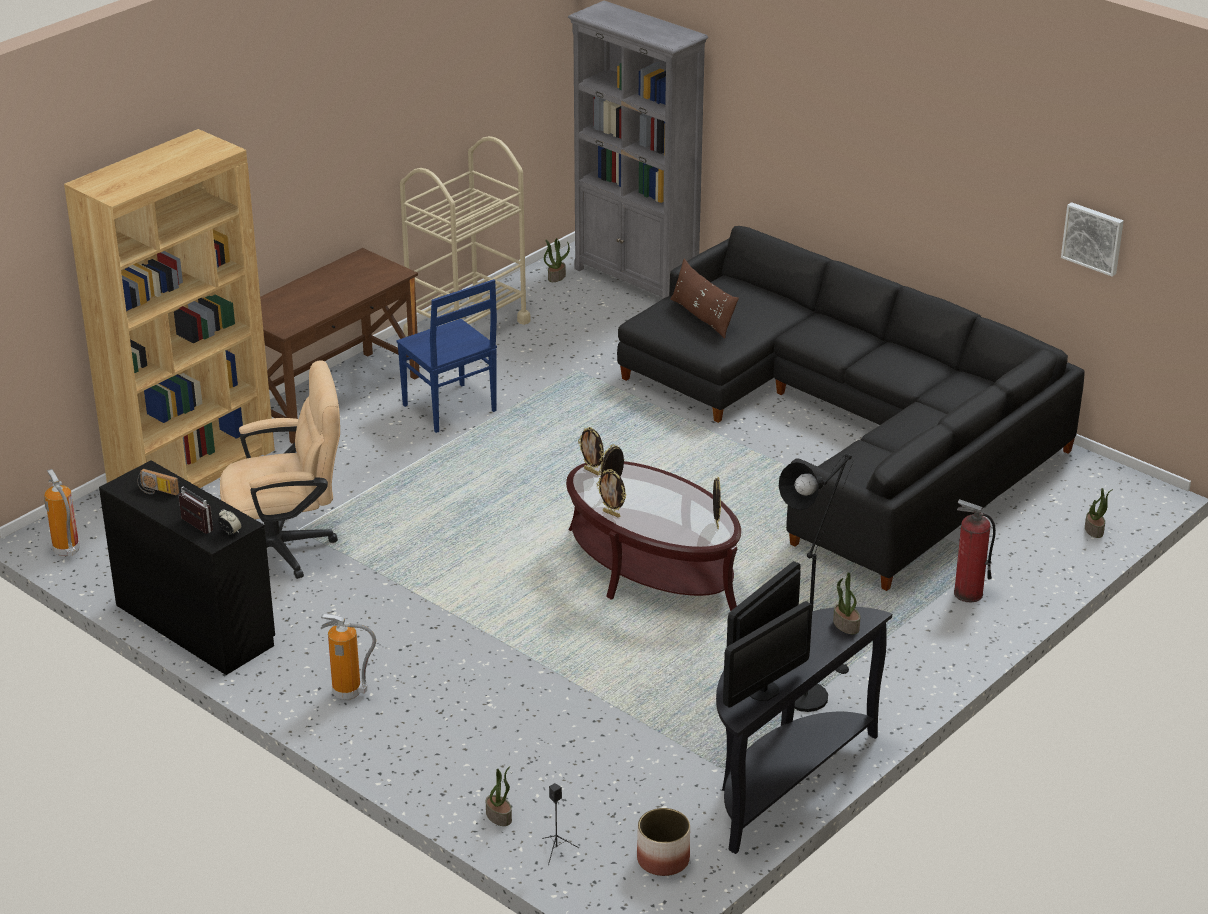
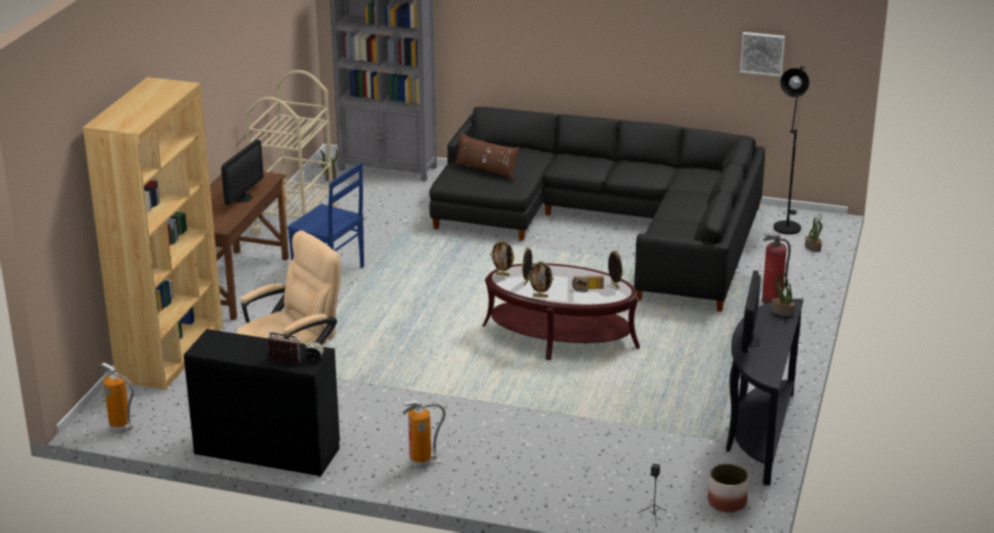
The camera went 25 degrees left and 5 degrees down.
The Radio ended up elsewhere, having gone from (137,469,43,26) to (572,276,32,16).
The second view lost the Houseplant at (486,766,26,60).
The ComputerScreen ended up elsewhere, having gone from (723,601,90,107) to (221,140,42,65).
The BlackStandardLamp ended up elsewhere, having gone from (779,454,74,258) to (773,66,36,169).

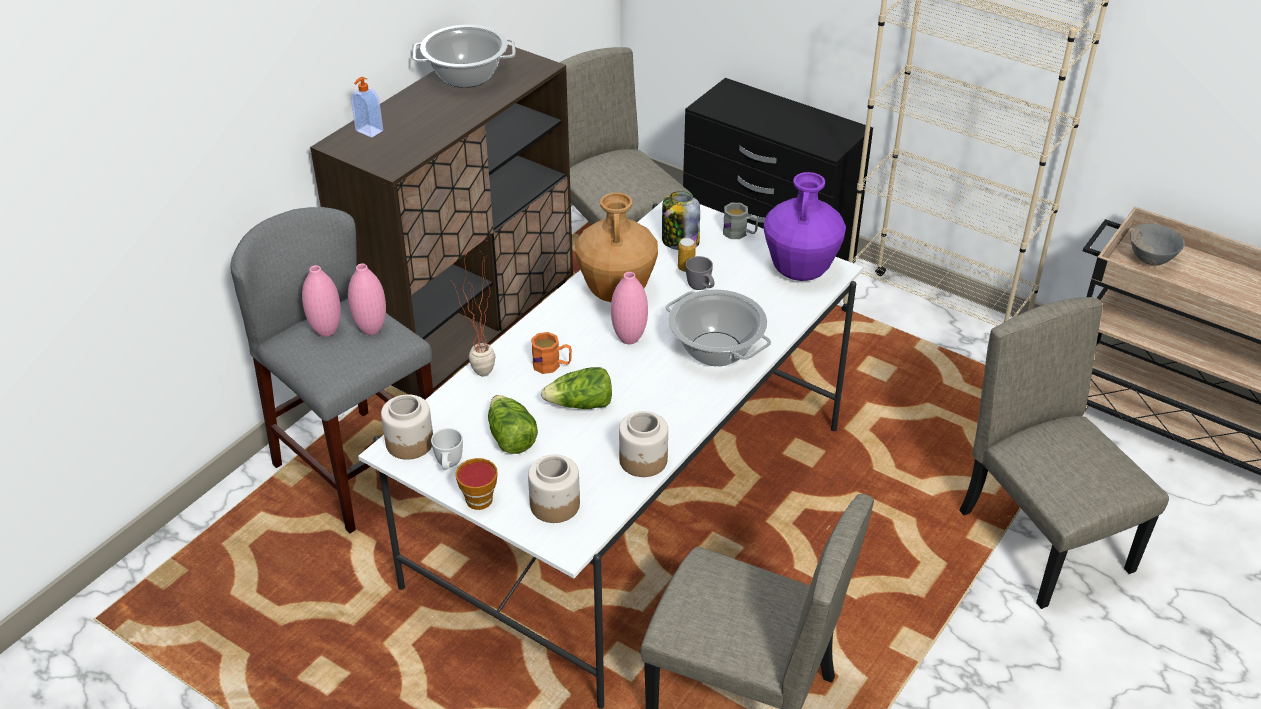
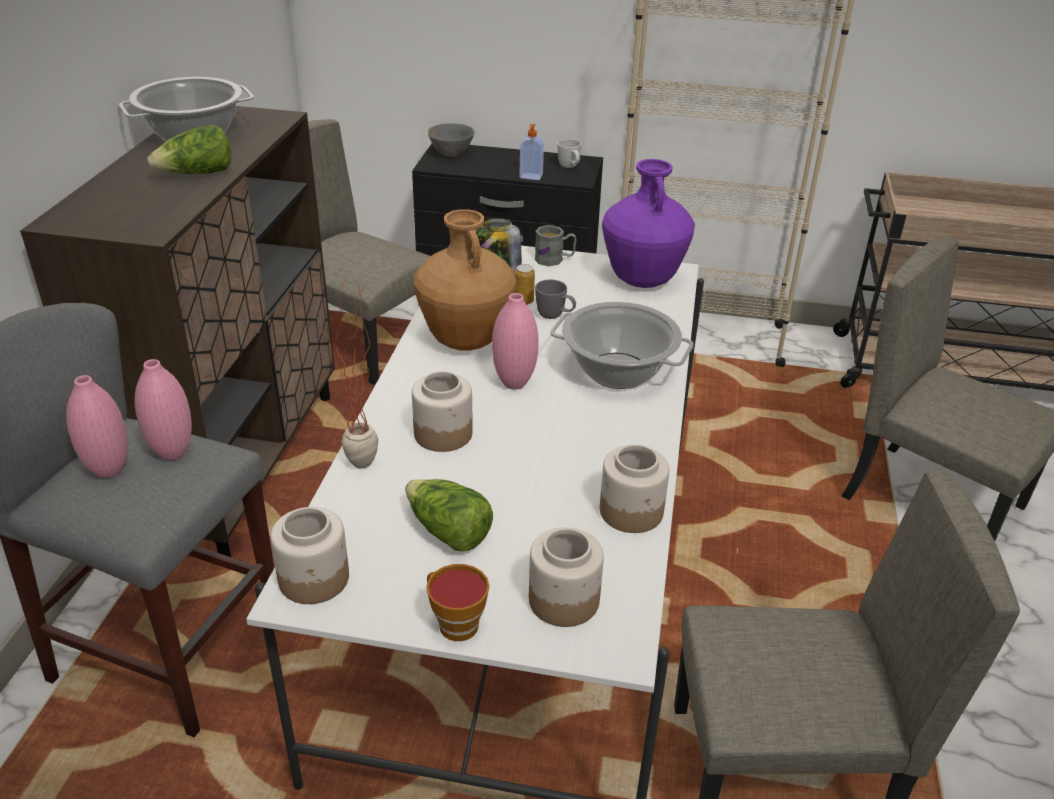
The camera went 25 degrees left and 5 degrees down.
The LiquidSoapBottle ended up elsewhere, having gone from (351,77,32,61) to (520,124,24,56).
The WhitishTeaMug ended up elsewhere, having gone from (431,428,32,42) to (557,139,24,29).
Where the OrangeyTeaMug stood at (531,332,41,42), the StorageJar came to stand at (412,371,61,81).
The LettuceHead ended up elsewhere, having gone from (541,367,71,42) to (147,125,84,49).
The GreyishServingBowl ended up elsewhere, having gone from (1130,224,55,42) to (428,123,47,34).

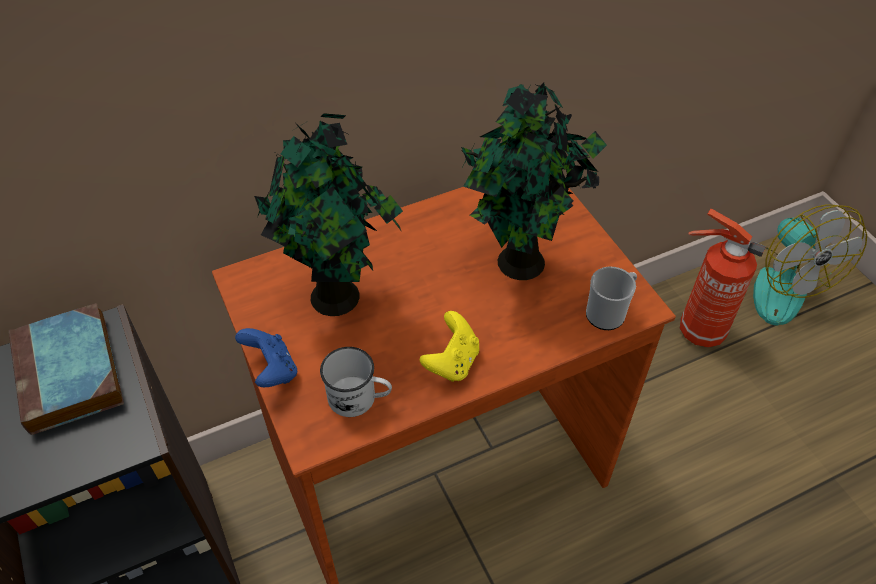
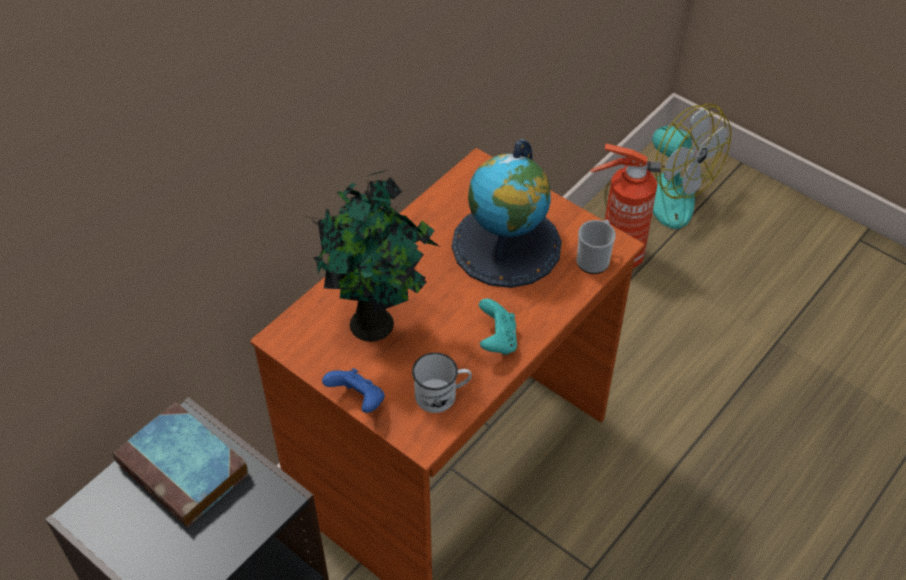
The camera went 25 degrees left and 0 degrees up.
What was the YellowGameController at (420,311,59,71) turned into the TurquoiseGameController at (479,299,38,56).
Where the Houseplant stood at (461,83,146,197), the Globe came to stand at (452,139,110,149).

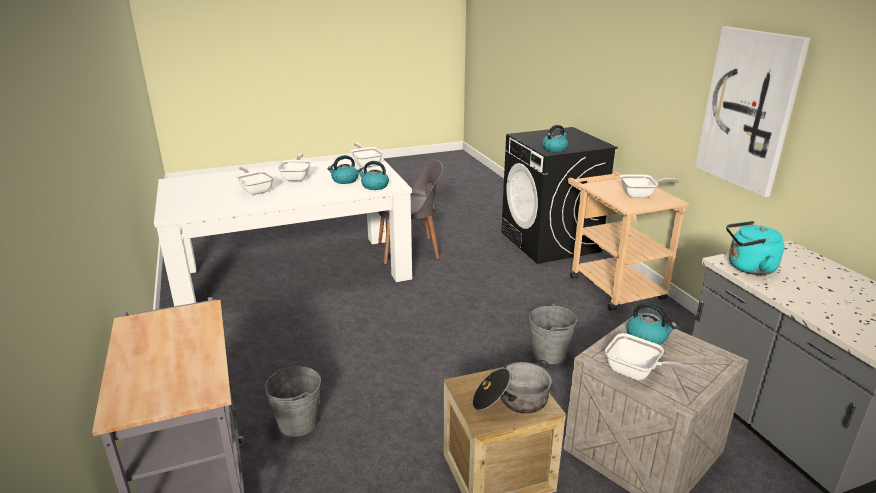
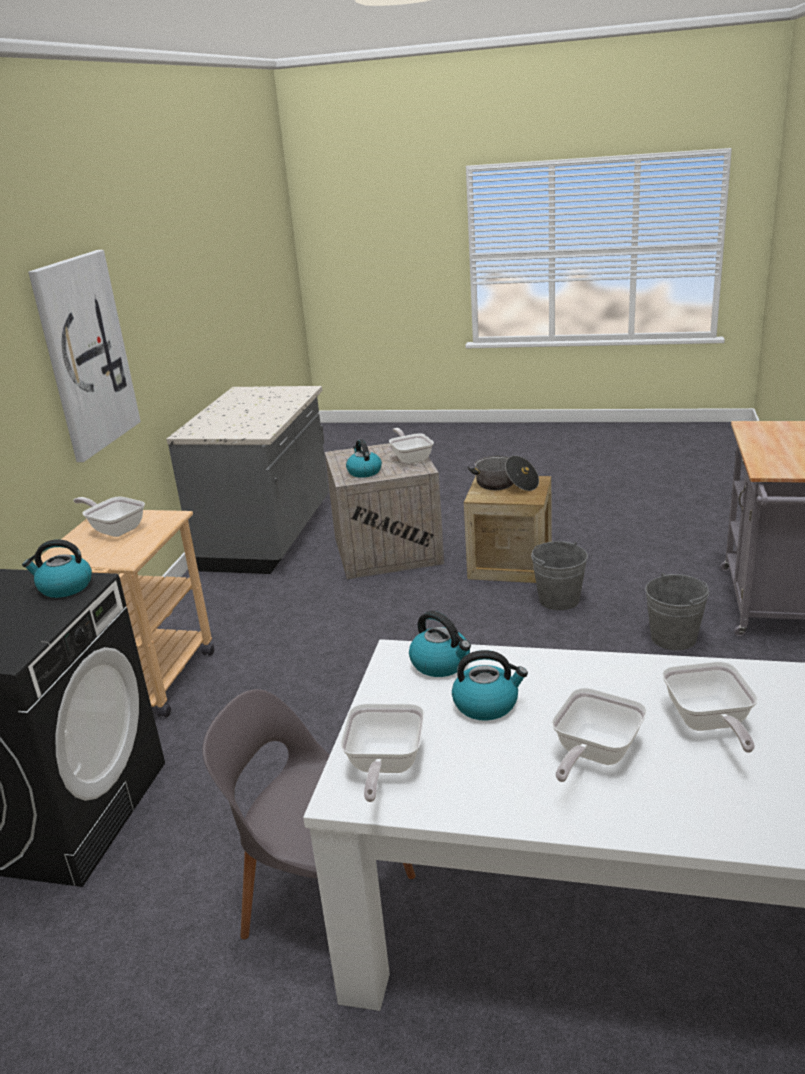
The camera went 145 degrees left and 0 degrees up.
The GreyishBucket ended up elsewhere, having gone from (529,304,49,60) to (531,541,57,69).
The second view lost the TurquoiseKettle at (726,221,58,54).

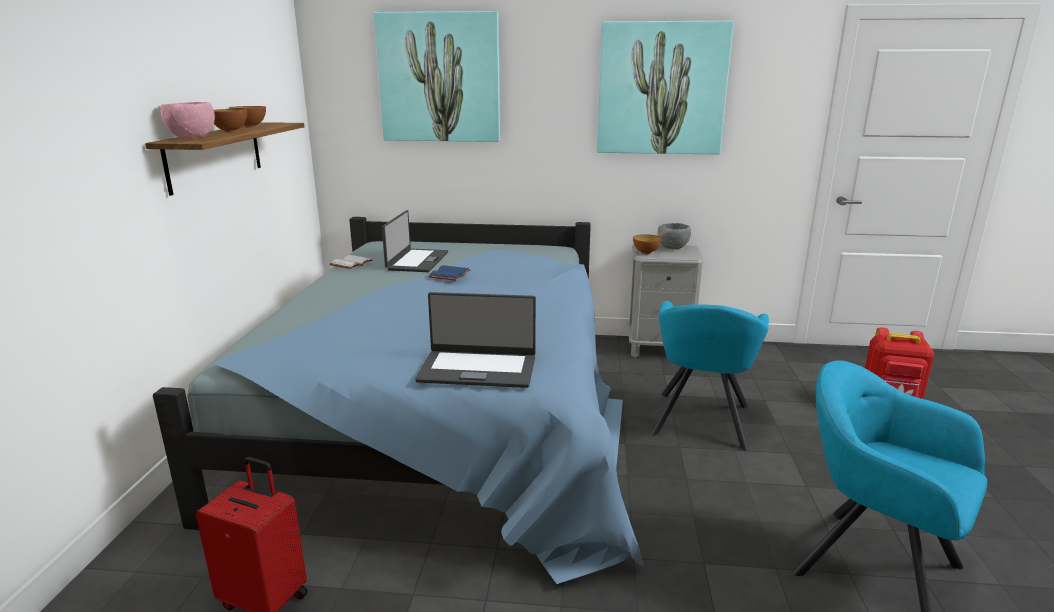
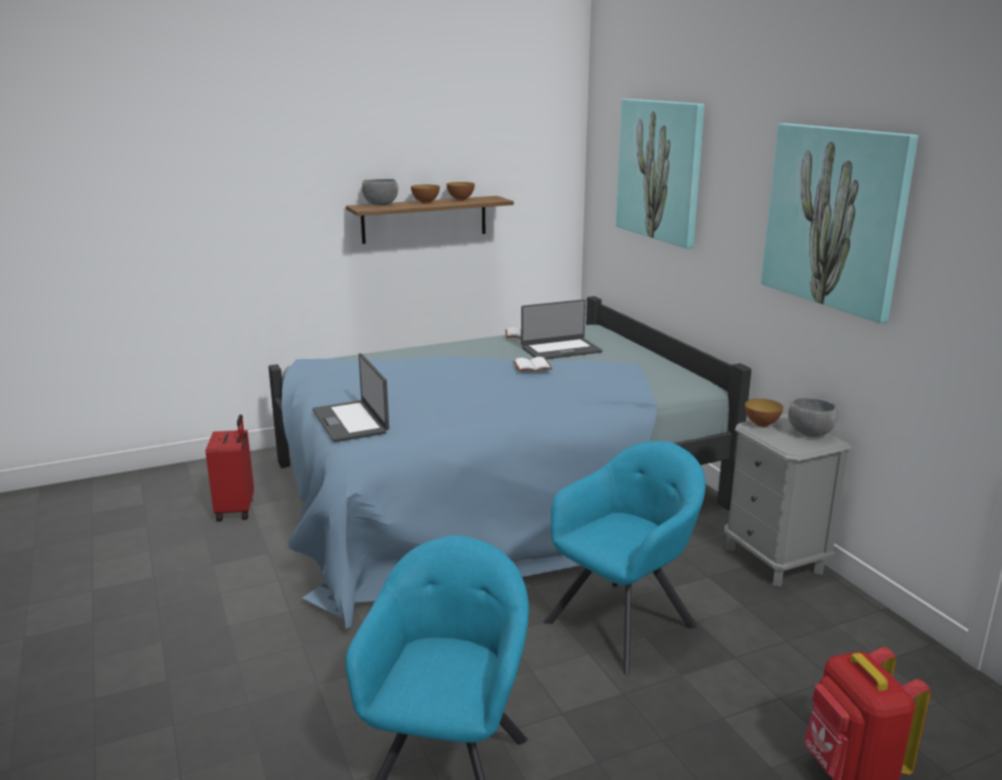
The camera went 60 degrees right and 0 degrees up.
What was the PinkServingBowl at (161,102,54,36) turned into the GreyishServingBowl at (362,179,36,26).
What was the BlueBook at (428,265,43,16) turned into the WhitishBook at (513,357,39,14).
The TurquoiseArmchair at (651,301,118,150) ended up facing another way, 150 degrees clockwise from before.

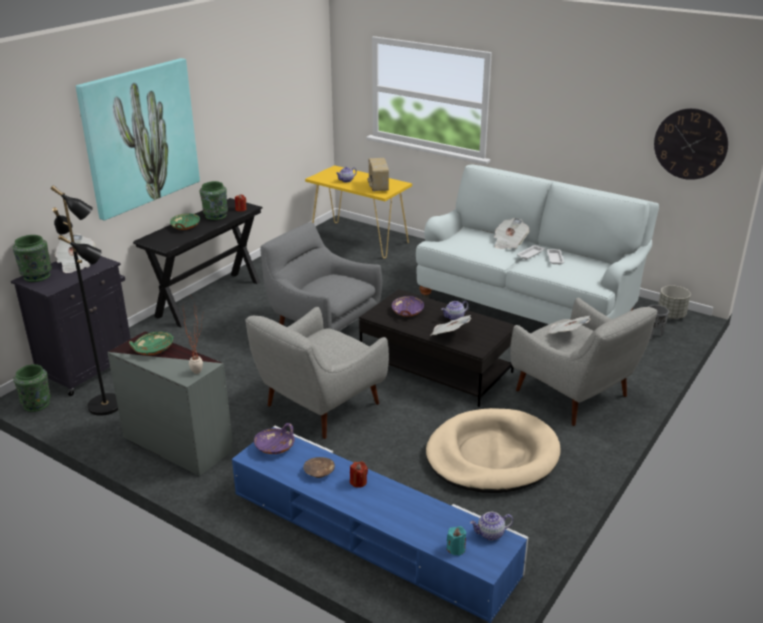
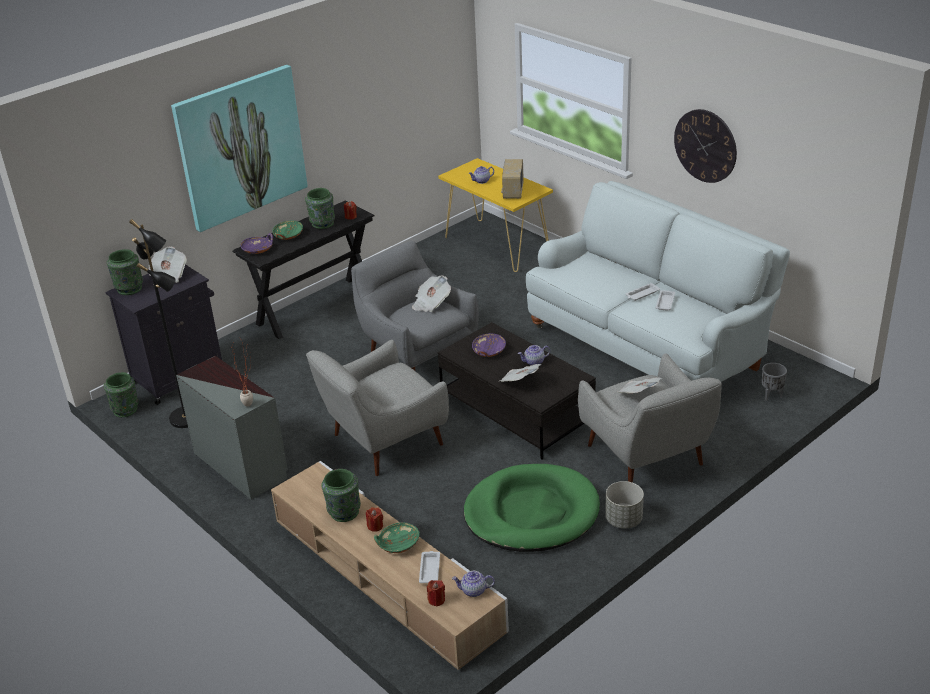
The camera went 15 degrees right and 5 degrees up.
The GreenServingBowl ended up elsewhere, having gone from (129,332,44,23) to (374,523,46,30).
What was the BlueMediaConsole at (232,426,296,197) turned into the SandColouredMediaConsole at (271,461,238,209).
The PurpleServingBowl ended up elsewhere, having gone from (254,423,41,31) to (240,233,33,21).
Where the BrownServingBowl stood at (303,457,32,21), the GreenDecorativeVase came to stand at (321,469,40,53).
What was the SandColouredPetBed at (426,408,135,85) turned into the GreenPetBed at (464,464,136,88).
What was the TurquoiseWaxCandle at (446,526,20,30) turned into the RedWaxCandle at (427,580,18,27).
The Newspaper ended up elsewhere, having gone from (494,218,36,31) to (412,276,39,36).
The ClockOnTheWall ended up elsewhere, having gone from (654,108,74,72) to (674,109,63,74).
The GreyishPlantPot ended up elsewhere, having gone from (658,286,33,33) to (605,481,39,47).
The second view gained the WhitishTray at (419,551,21,32).

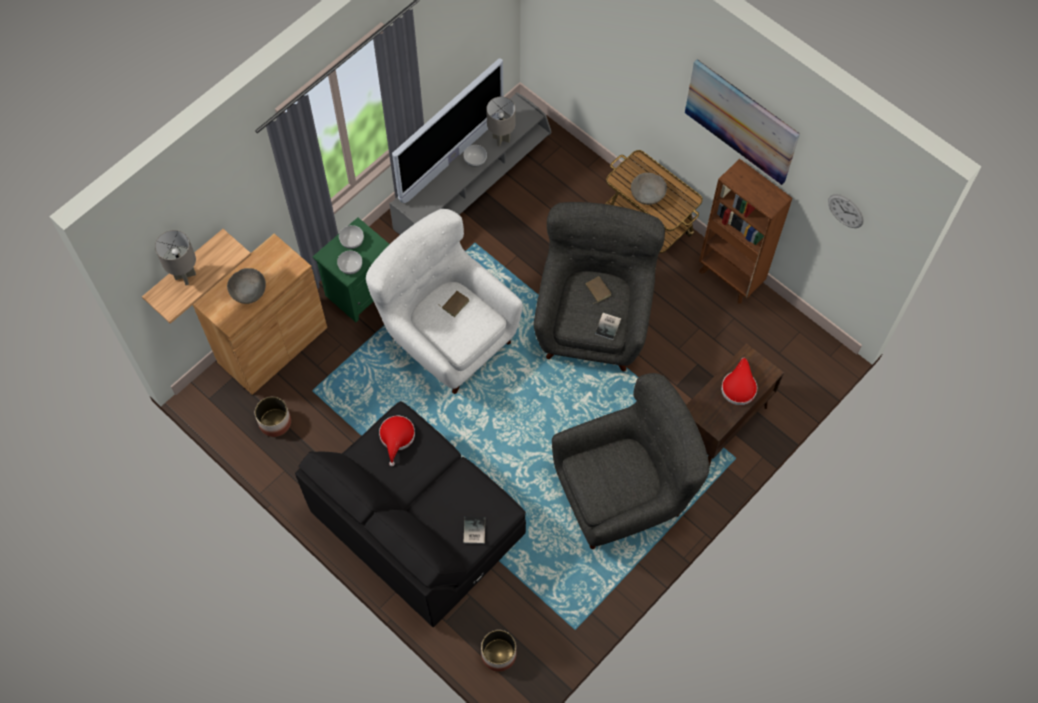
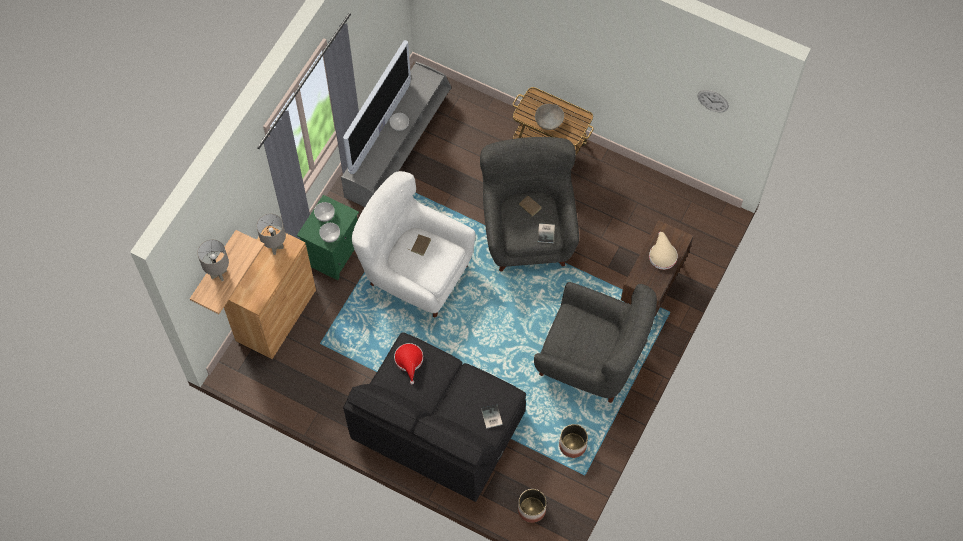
The camera went 15 degrees left and 0 degrees up.
The second view lost the GreyishServingBowl at (227,268,39,36).
The PlantPot ended up elsewhere, having gone from (255,396,36,41) to (559,424,29,34).
The GreyishTableLamp ended up elsewhere, having gone from (486,97,30,50) to (256,214,30,41).
The GreyishArmchair at (552,373,157,176) ended up facing another way, 60 degrees clockwise from before.
The second view lost the WallPicture at (685,59,115,126).
The second view lost the BrownBookshelf at (699,159,93,145).
What was the RedWearableHat at (721,358,36,47) turned into the SandColouredWearableHat at (649,232,29,38).

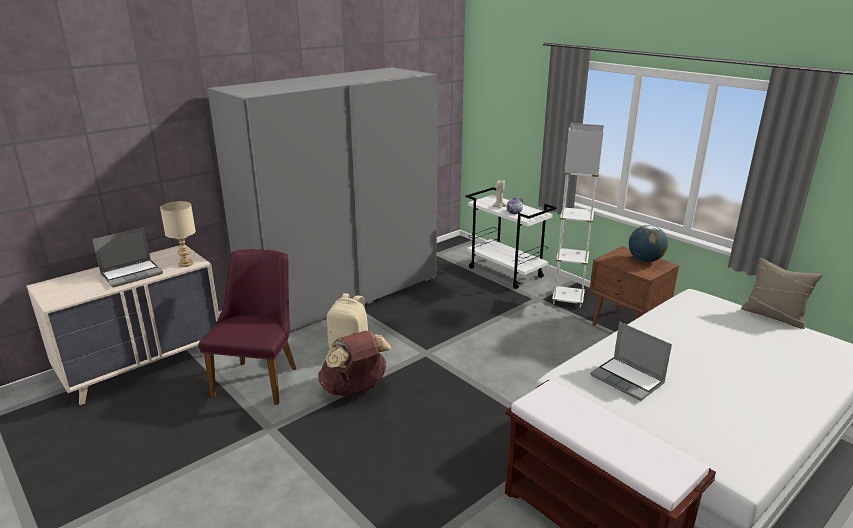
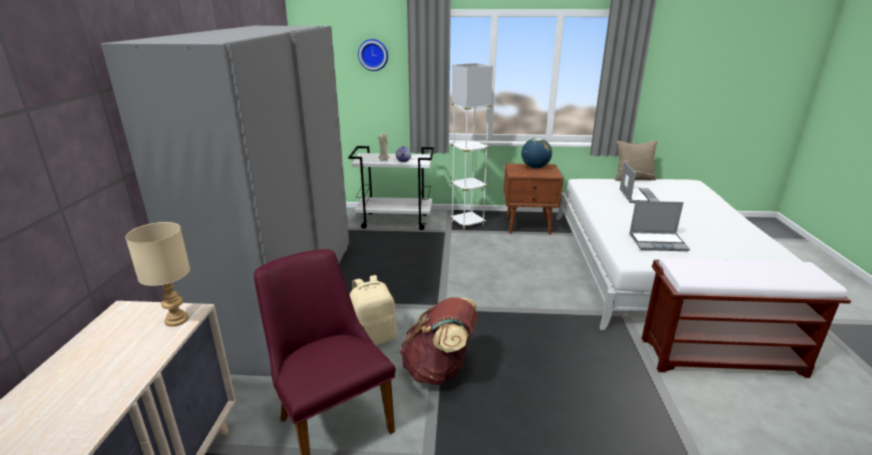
The camera went 45 degrees left and 0 degrees up.
The PortableComputer ended up elsewhere, having gone from (92,227,71,60) to (619,161,41,42).
The second view gained the ClockOnTheWall at (358,39,30,32).

